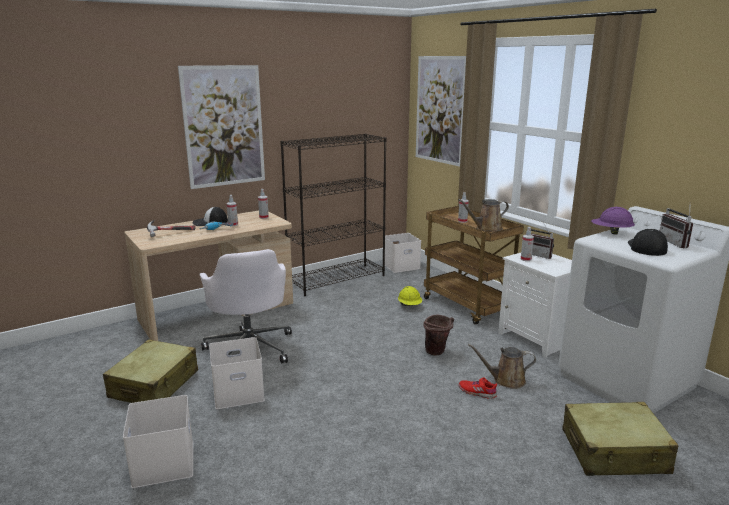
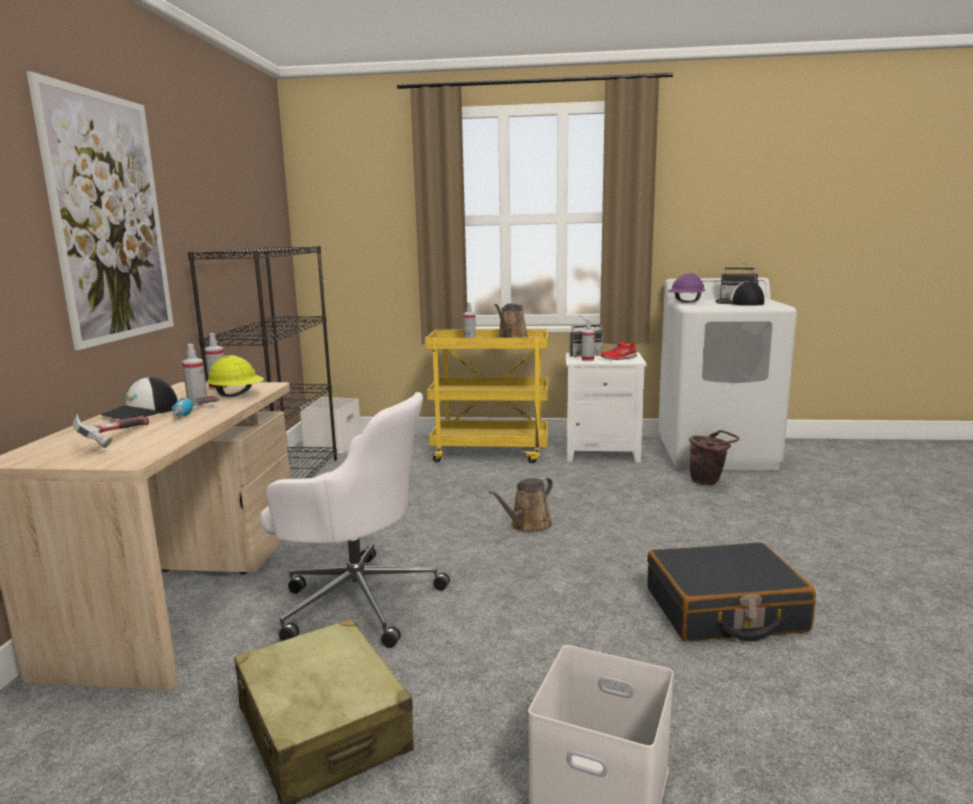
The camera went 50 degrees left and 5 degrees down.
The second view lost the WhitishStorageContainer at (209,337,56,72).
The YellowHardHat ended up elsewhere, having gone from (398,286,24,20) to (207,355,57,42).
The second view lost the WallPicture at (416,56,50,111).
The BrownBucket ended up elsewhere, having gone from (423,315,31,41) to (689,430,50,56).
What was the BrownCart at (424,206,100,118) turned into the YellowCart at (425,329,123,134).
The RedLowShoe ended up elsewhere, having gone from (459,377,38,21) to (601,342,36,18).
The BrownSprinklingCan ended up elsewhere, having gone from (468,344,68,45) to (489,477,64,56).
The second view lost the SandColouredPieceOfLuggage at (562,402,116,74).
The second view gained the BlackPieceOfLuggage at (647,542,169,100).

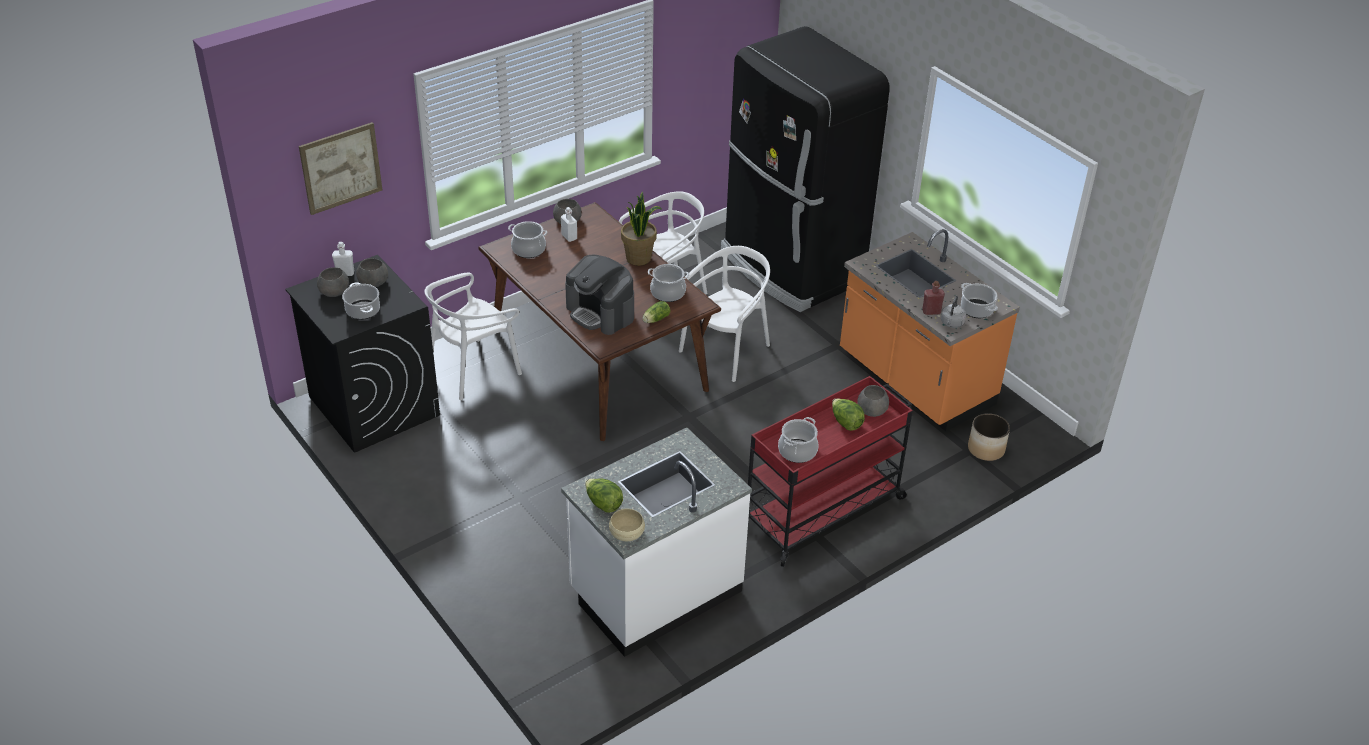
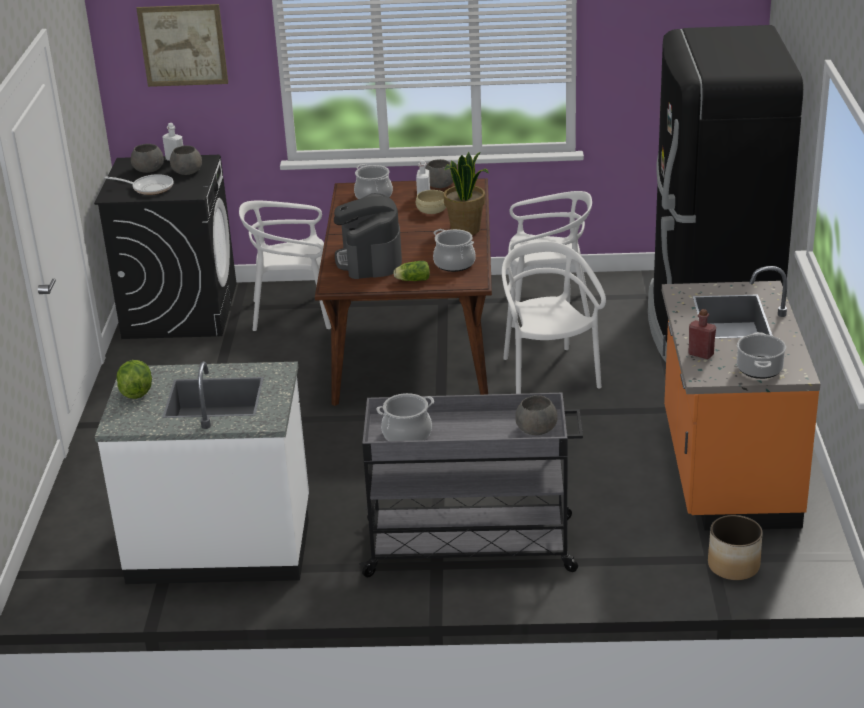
The camera went 40 degrees right and 10 degrees down.
Where the Stockpot stood at (342,283,38,37), the Skillet came to stand at (105,174,69,21).
The SandColouredServingBowl ended up elsewhere, having gone from (609,509,36,32) to (416,190,30,24).
The WhitishUprightChair at (679,246,91,136) ended up facing another way, 90 degrees counterclockwise from before.
What was the RedCart at (748,376,165,191) turned into the GreyishCart at (359,393,224,184).
The second view lost the LettuceHead at (832,398,33,33).
The second view lost the GreyishKettle at (941,296,25,32).

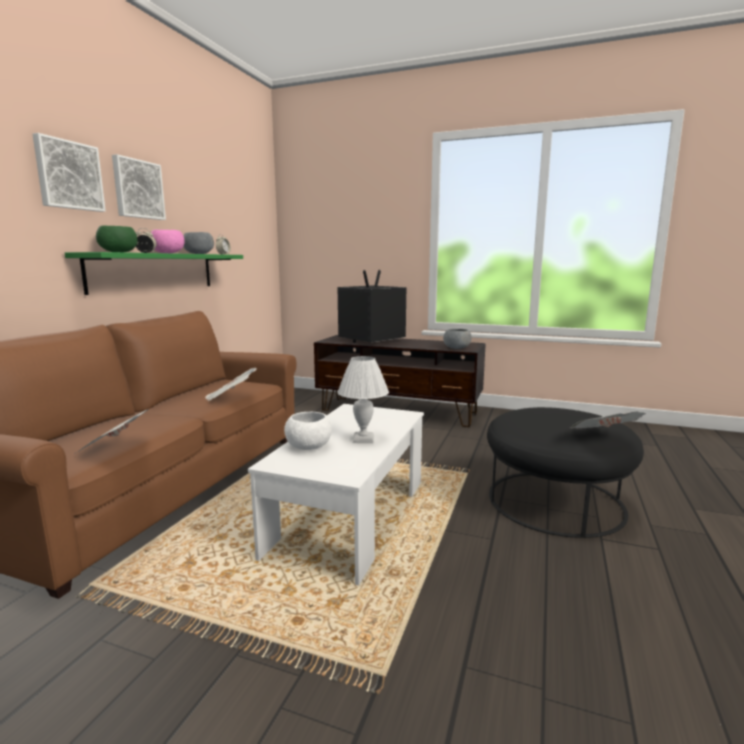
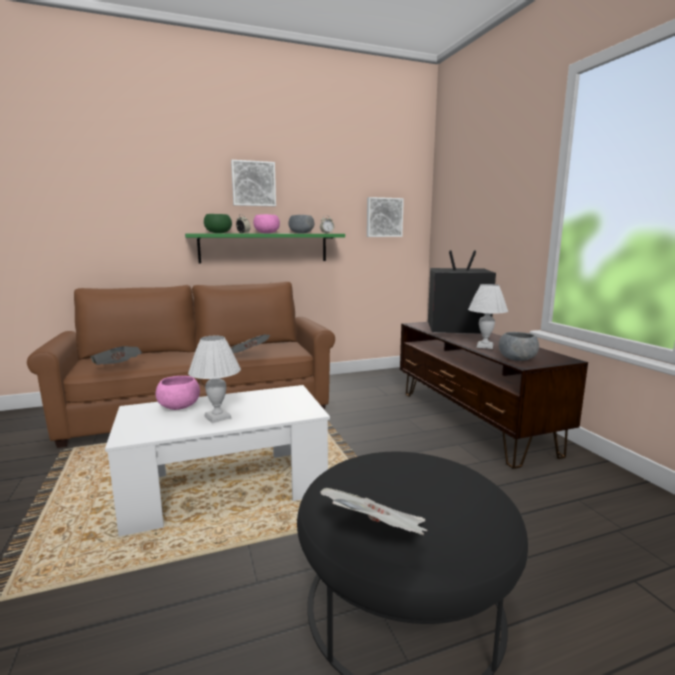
The camera went 50 degrees right and 0 degrees up.
The WallPicture ended up elsewhere, having gone from (32,133,74,79) to (367,197,37,40).
What was the WhitishServingBowl at (284,412,48,38) turned into the PinkServingBowl at (156,376,44,34).
The second view gained the WhitishTableLamp at (468,284,40,65).

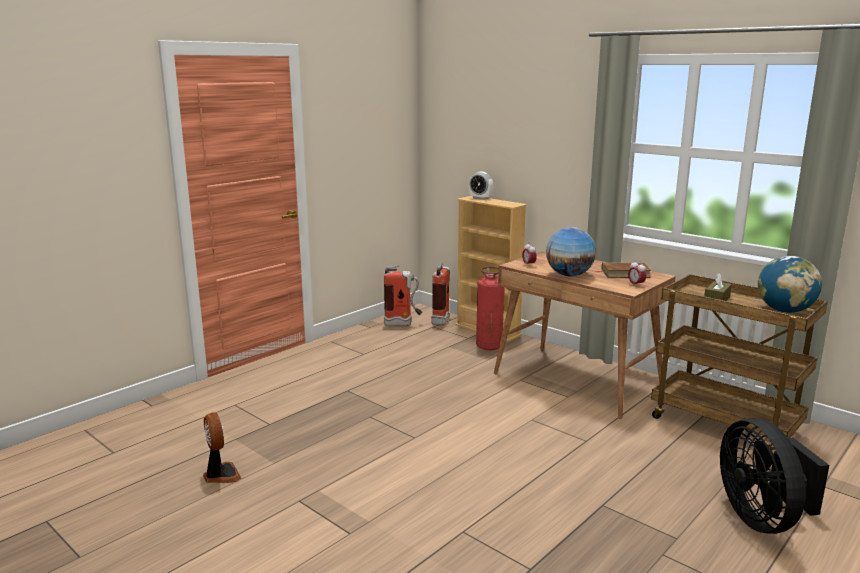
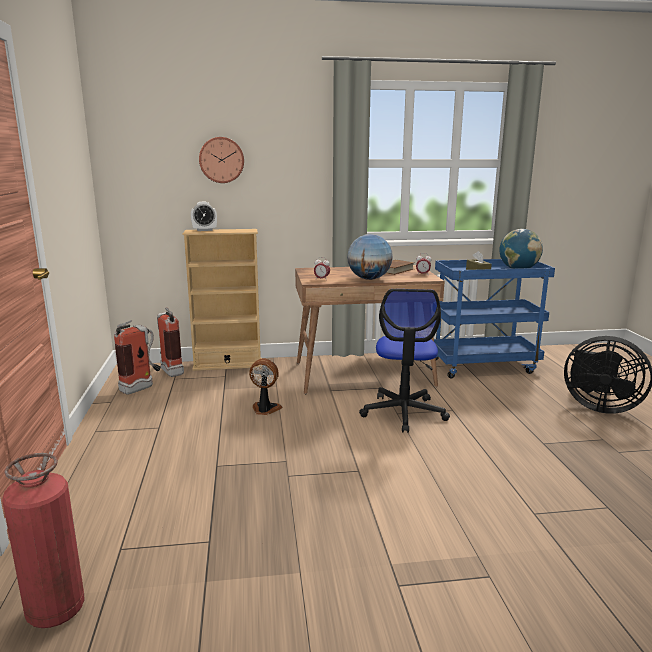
The camera went 50 degrees left and 0 degrees up.
The ElectricFan ended up elsewhere, having gone from (203,412,38,71) to (249,359,34,56).
The Extinguisher ended up elsewhere, having gone from (476,266,29,84) to (2,453,82,175).
What was the BrownCart at (651,274,177,176) turned into the BlueCart at (434,259,121,119).
The second view gained the ClockOnTheWall at (199,137,45,46).
The second view gained the OfficeChair at (359,289,91,144).

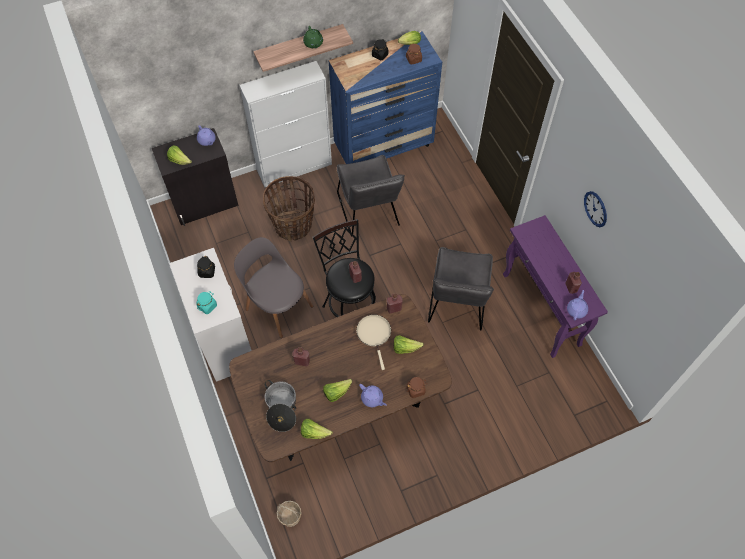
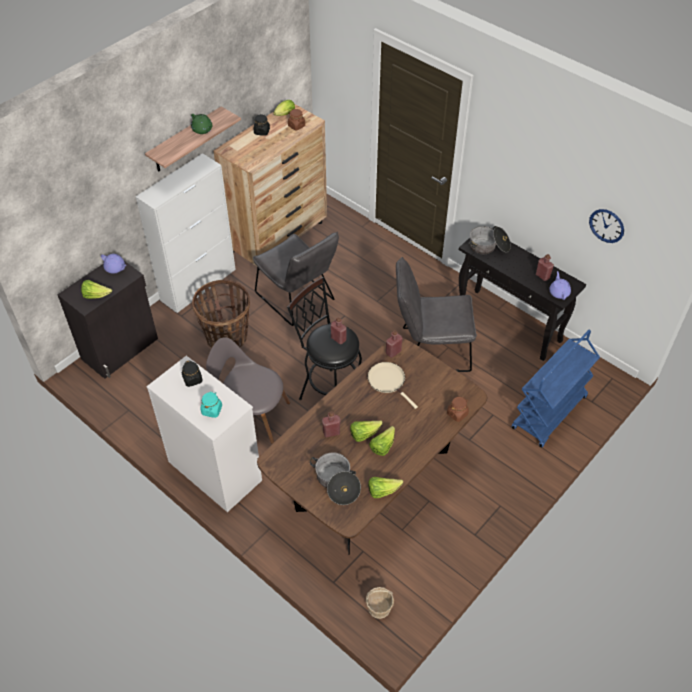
The camera went 25 degrees left and 10 degrees down.
What was the BlueChestOfDrawers at (329,31,113,133) turned into the BrownChestOfDrawers at (213,104,114,166).
The second view lost the PurplePotForTea at (359,384,28,23).
The LettuceHead ended up elsewhere, having gone from (394,335,30,19) to (350,421,33,21).
The GreyishUprightChair at (428,247,66,83) ended up facing another way, 105 degrees clockwise from before.
What was the PurpleHallTable at (503,215,105,143) turned into the BlackHallTable at (459,238,127,123).
The ClockOnTheWall ended up elsewhere, having gone from (584,191,23,36) to (589,209,35,34).
The second view gained the Stockpot at (468,226,43,28).
The second view gained the BlueCart at (512,330,88,118).

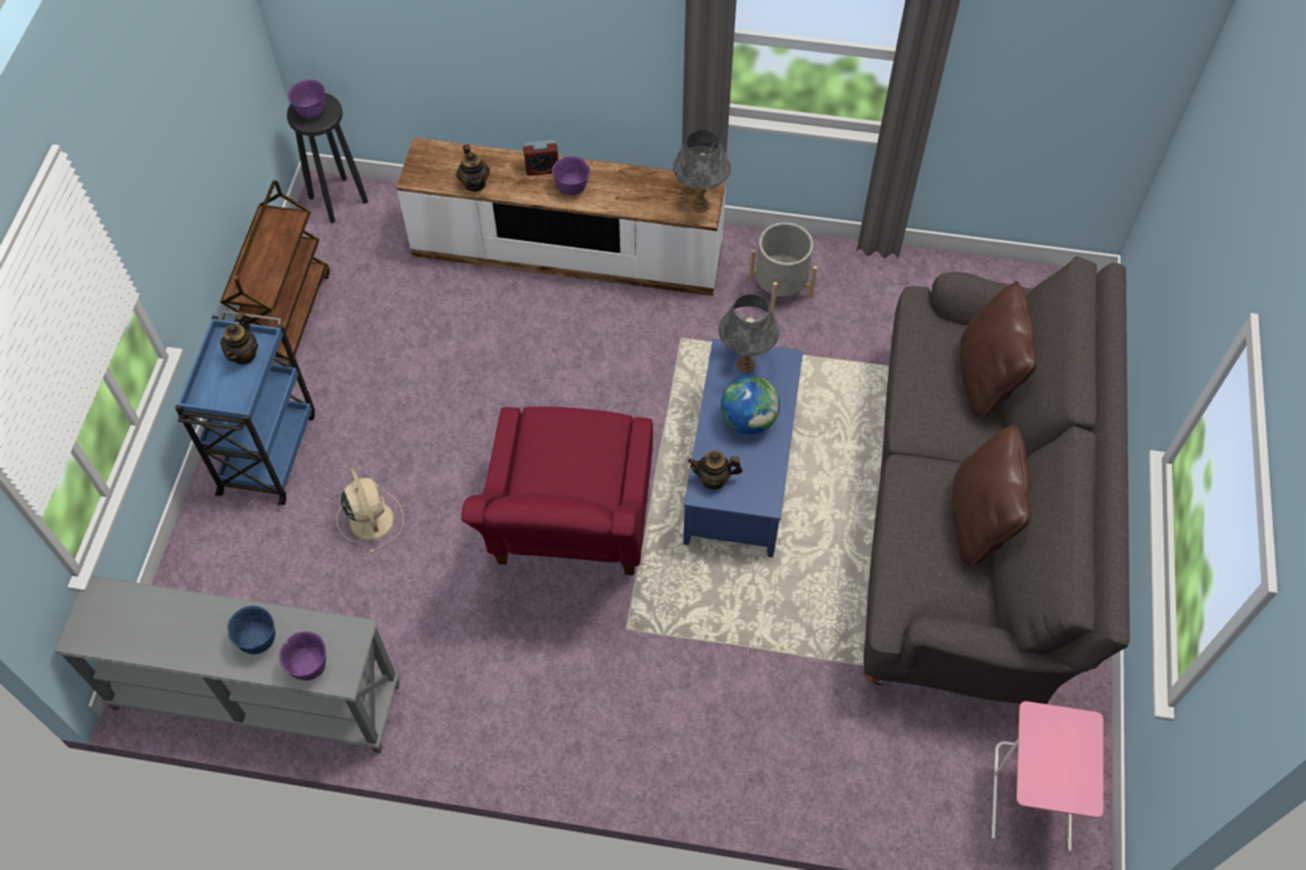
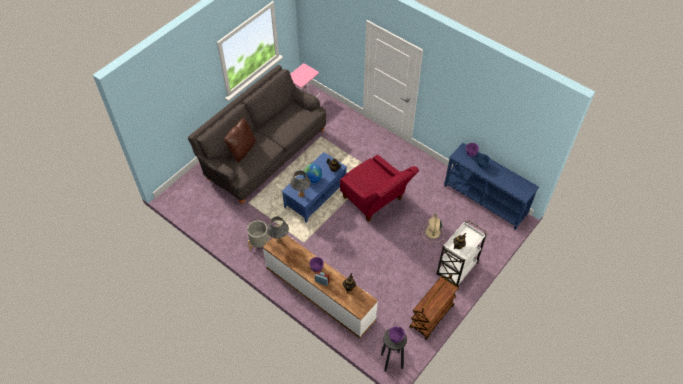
The camera went 150 degrees left and 5 degrees down.
What was the GreyishHallTable at (54,576,346,177) turned into the BlueHallTable at (444,143,95,87).
What was the BlueCart at (175,310,140,195) turned into the WhitishCart at (437,220,50,67).
The RedArmchair at (461,407,192,168) ended up facing another way, 105 degrees clockwise from before.
The second view lost the BrownThrowPillow at (952,424,79,143).

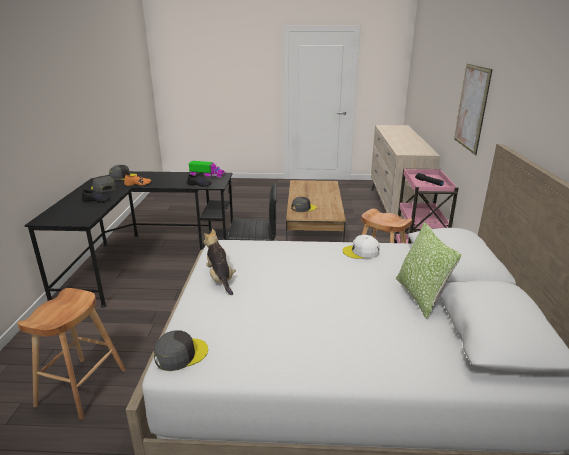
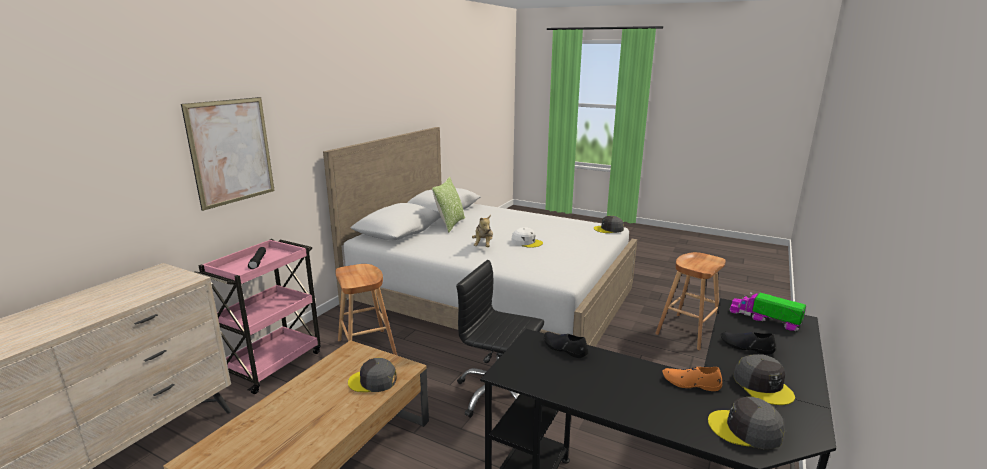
The camera went 155 degrees left and 5 degrees down.
The ToyLorry ended up elsewhere, having gone from (189,161,36,17) to (729,293,77,38).
The SoftToy ended up elsewhere, having gone from (204,229,32,66) to (472,215,21,32).
The WhitishPeakedCap ended up elsewhere, having gone from (342,235,38,24) to (511,227,32,21).

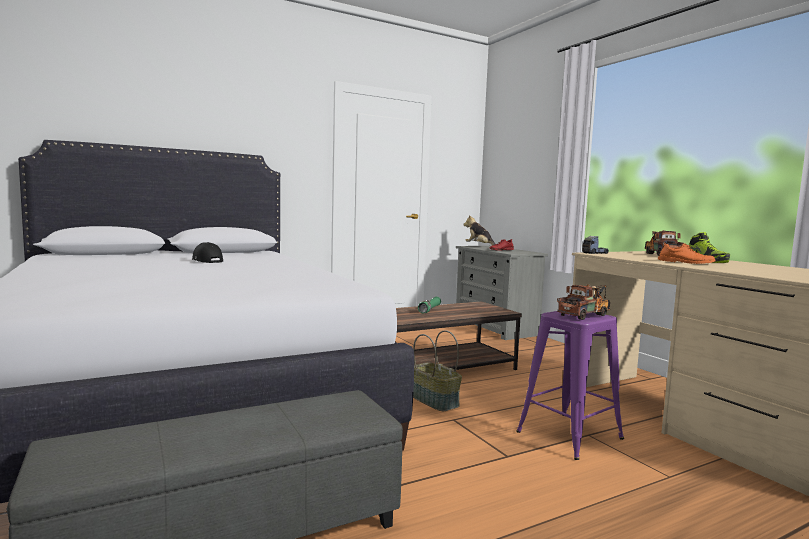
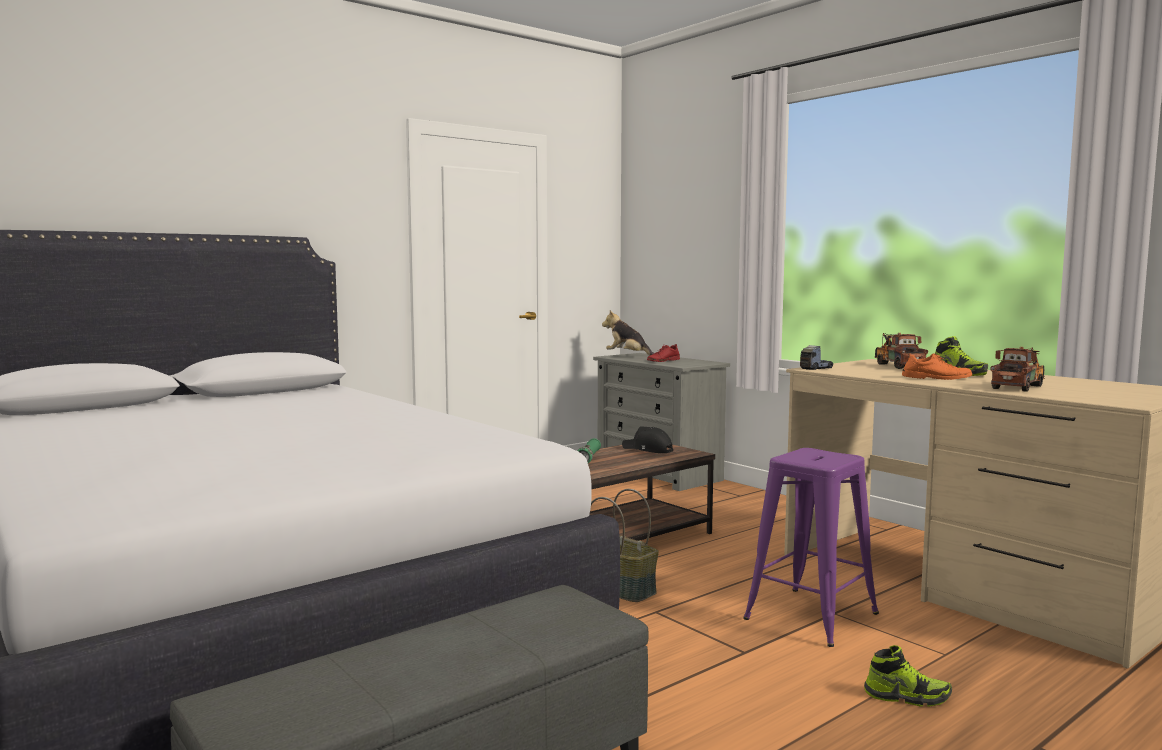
The camera went 10 degrees left and 0 degrees up.
The BlackPeakedCap ended up elsewhere, having gone from (192,242,31,21) to (622,427,51,26).
The ToyLorry ended up elsewhere, having gone from (557,284,53,36) to (990,347,55,45).
The second view gained the LowShoe at (864,645,88,62).

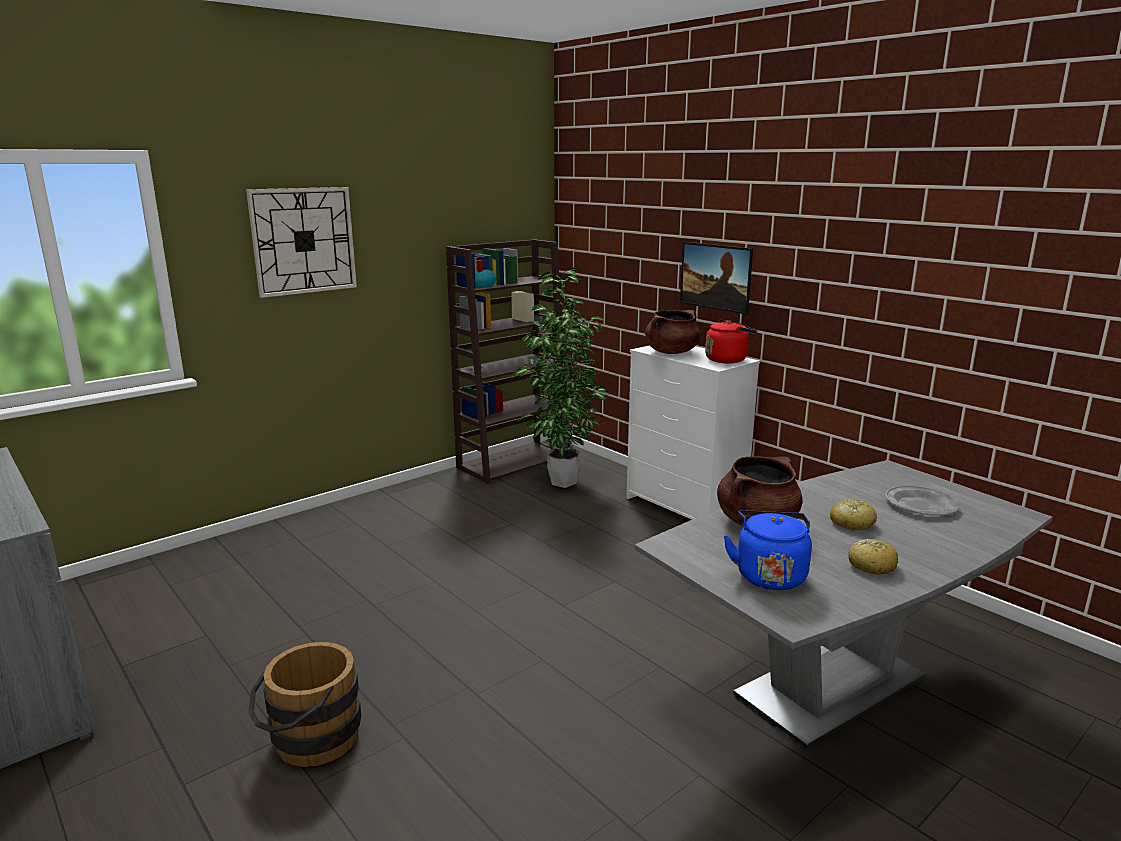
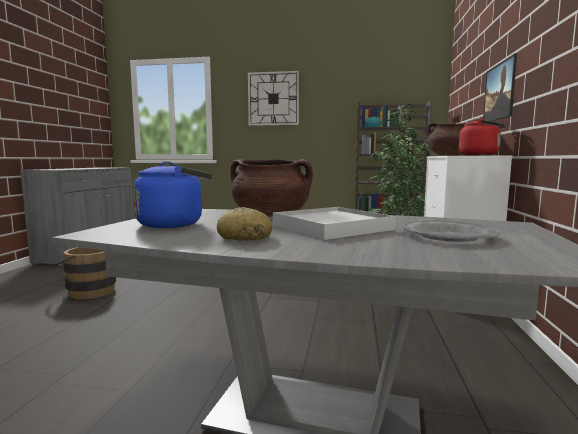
The camera went 50 degrees right and 10 degrees down.
Where the BakeryBread stood at (830,499,47,32), the WhitishTray came to stand at (273,207,123,33).

